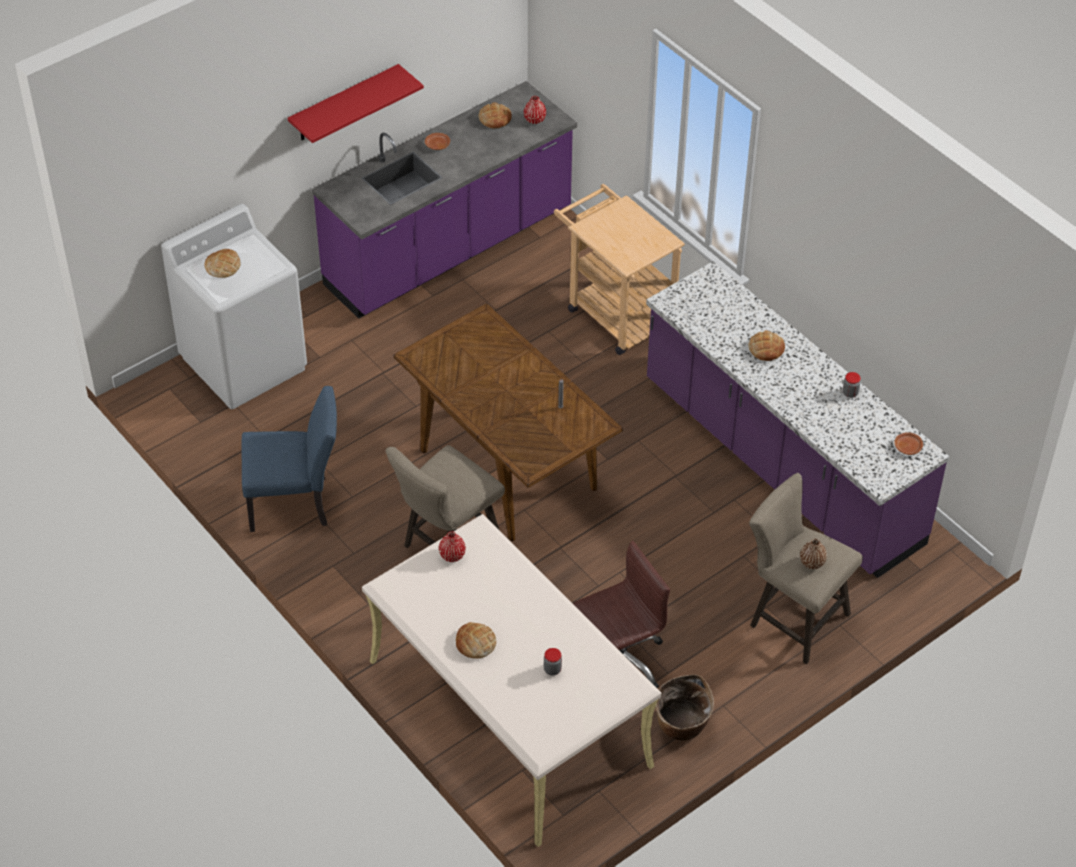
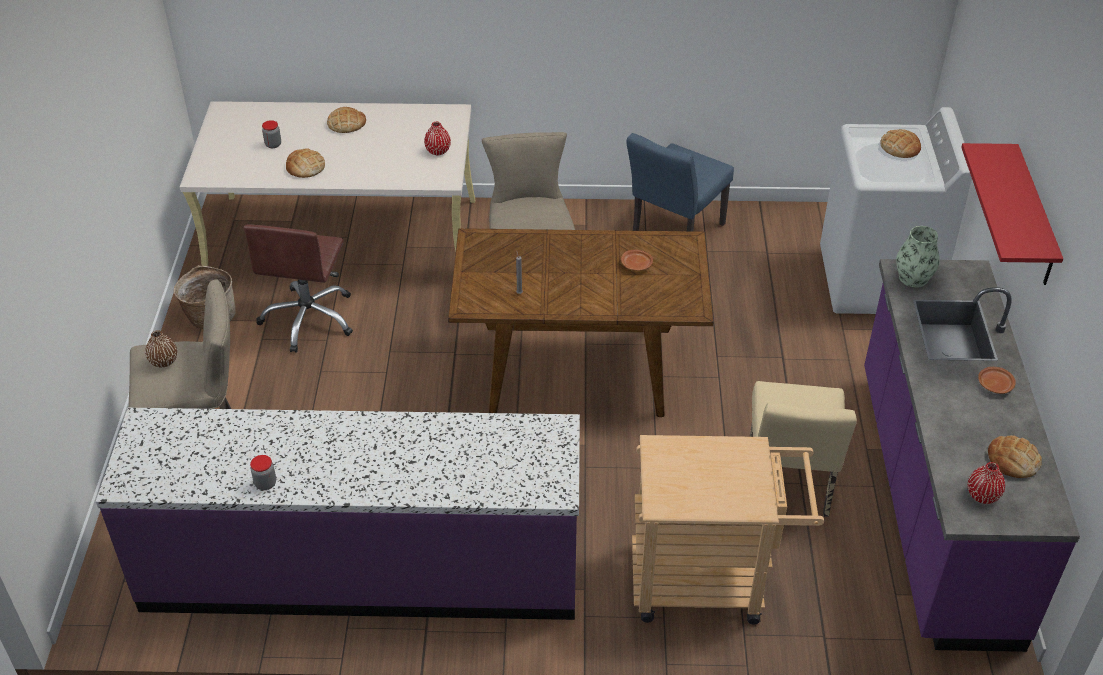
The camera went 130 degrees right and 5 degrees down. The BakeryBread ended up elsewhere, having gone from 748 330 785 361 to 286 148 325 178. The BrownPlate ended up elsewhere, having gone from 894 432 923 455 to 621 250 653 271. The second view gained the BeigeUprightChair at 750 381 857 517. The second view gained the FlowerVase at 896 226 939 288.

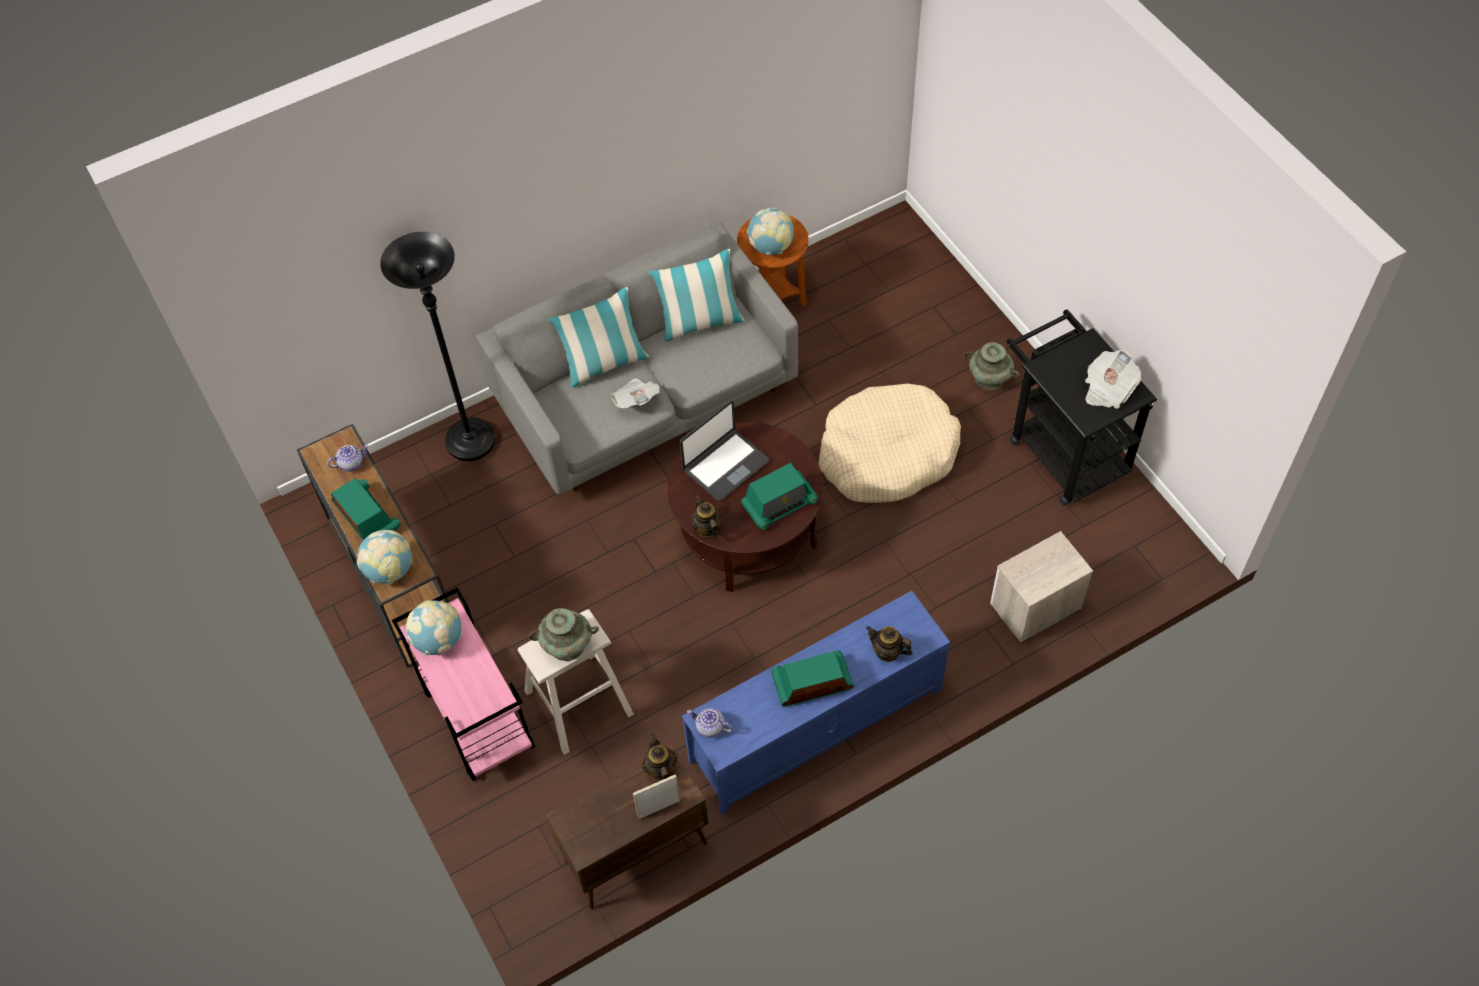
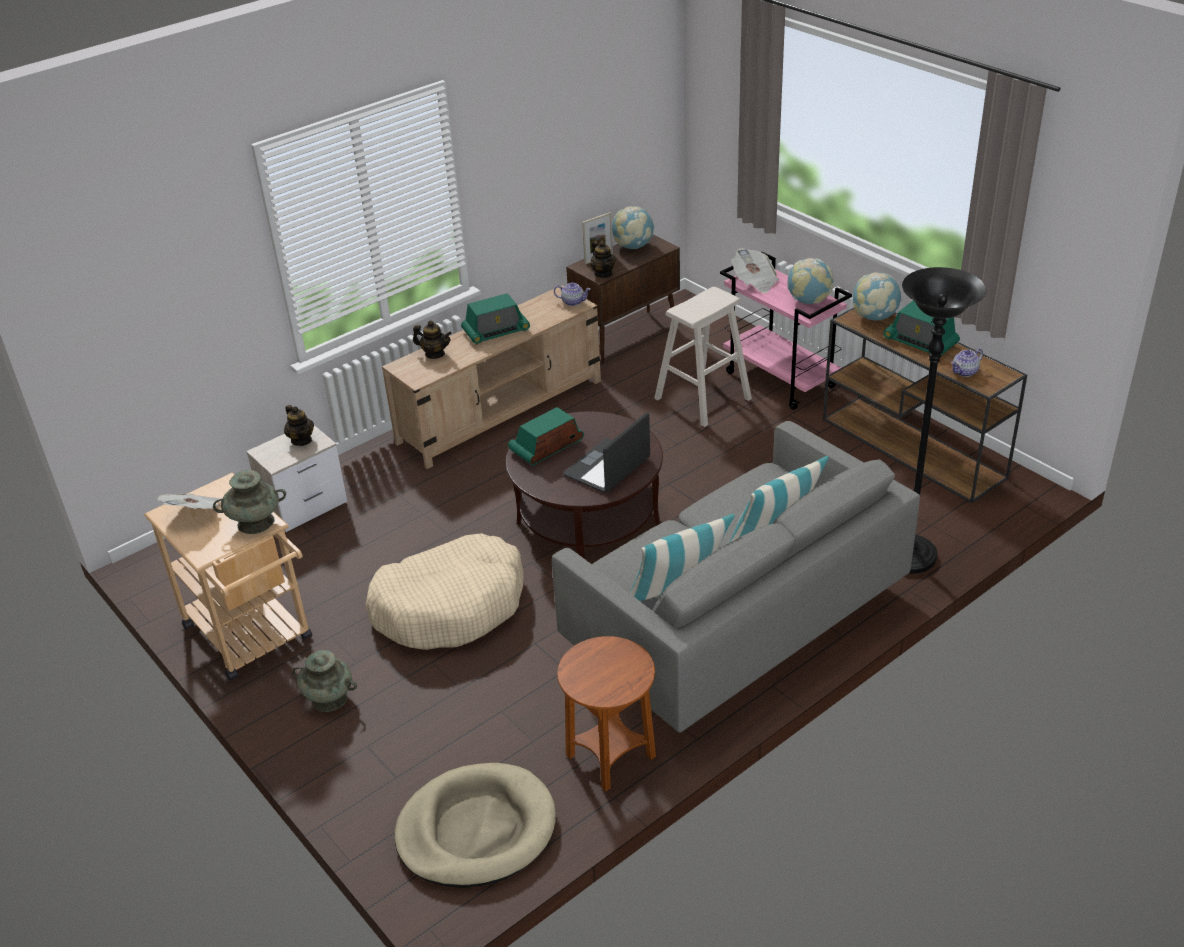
The camera went 170 degrees right and 20 degrees down. The TurquoiseColouredFlowerVase ended up elsewhere, having gone from 529 608 599 661 to 213 470 286 534. The Newspaper ended up elsewhere, having gone from 612 378 660 408 to 731 248 779 293. What was the BlueColouredMediaConsole at 682 591 950 815 turned into the BeigeMediaConsole at 382 285 601 469. The TeaPot ended up elsewhere, having gone from 691 494 722 539 to 284 405 314 446. The DeskGlobe ended up elsewhere, having gone from 747 208 794 255 to 612 206 654 249. What was the BlackishWheeledCart at 1007 309 1157 505 turned into the BeigeWheeledCart at 144 473 312 681. The second view gained the BeigePetBed at 395 763 556 888.

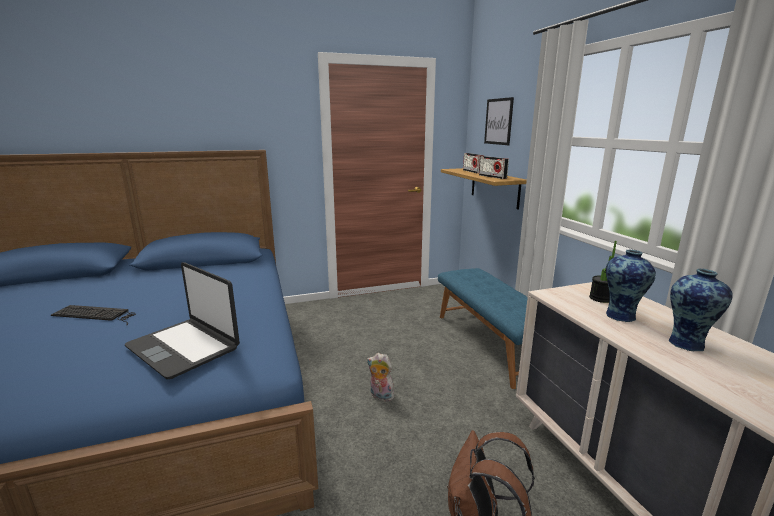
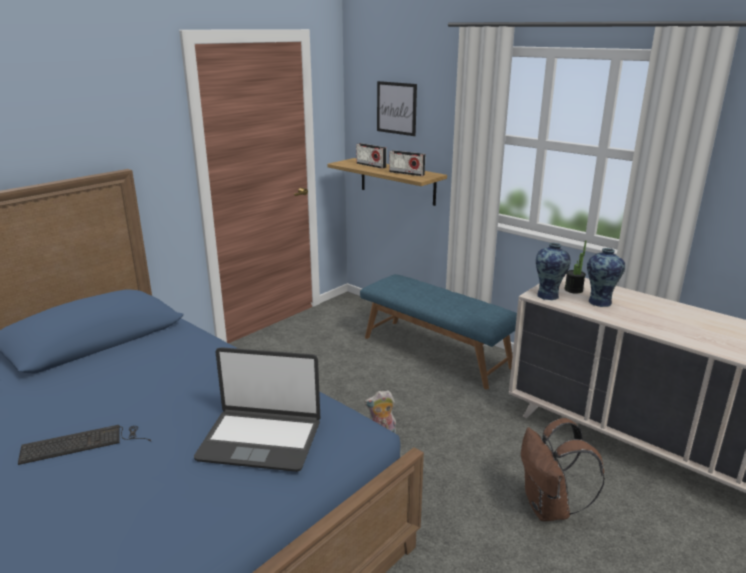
The camera went 30 degrees left and 5 degrees up. The FlowerVase ended up elsewhere, having gone from 669 269 733 351 to 536 243 571 301.

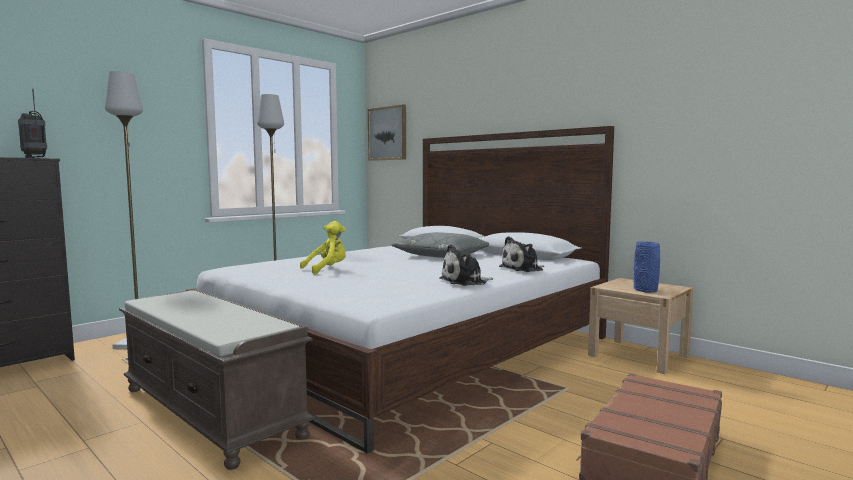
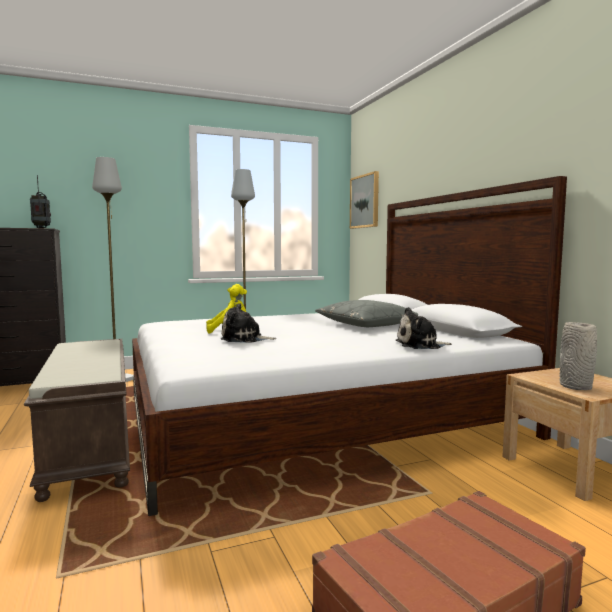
The camera went 25 degrees right and 0 degrees up. The CuddlyToy ended up elsewhere, having gone from 439 244 493 286 to 221 303 276 343. What was the BlueColouredFlowerVase at 634 241 660 293 turned into the GreyFlowerVase at 559 322 597 390.

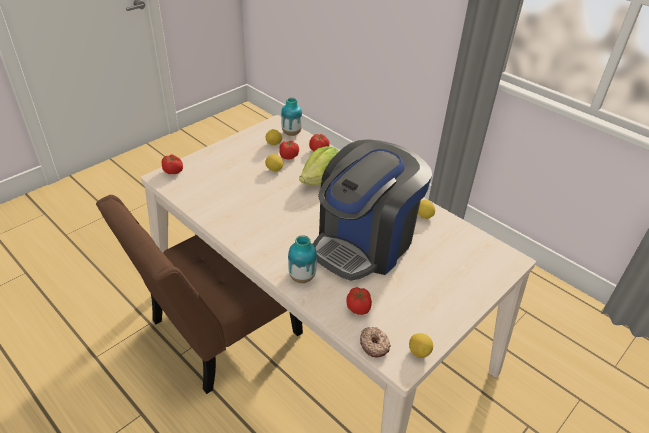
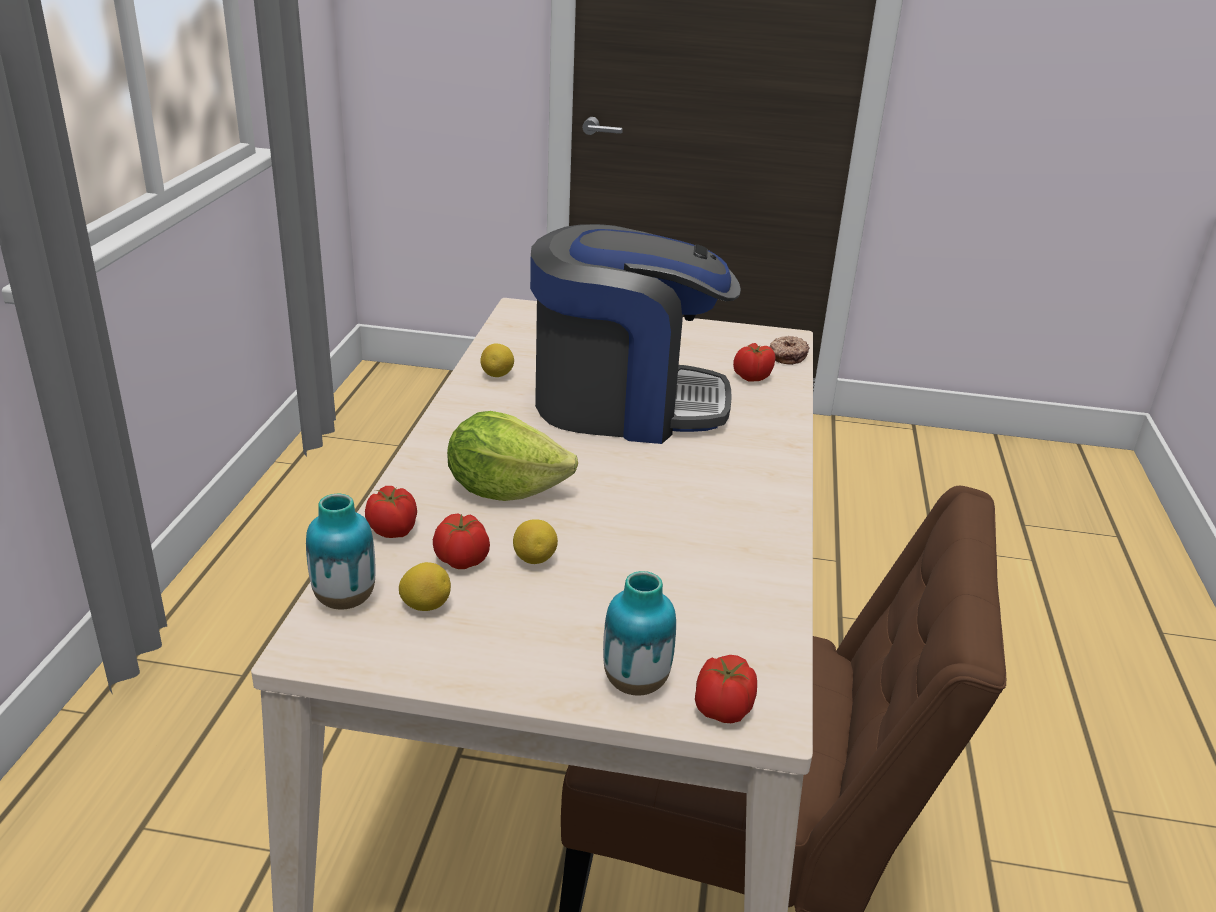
The camera went 125 degrees left and 10 degrees down. The FlowerVase ended up elsewhere, having gone from 288 235 317 283 to 603 571 676 695. The second view lost the WholeLemon at 409 333 433 358.

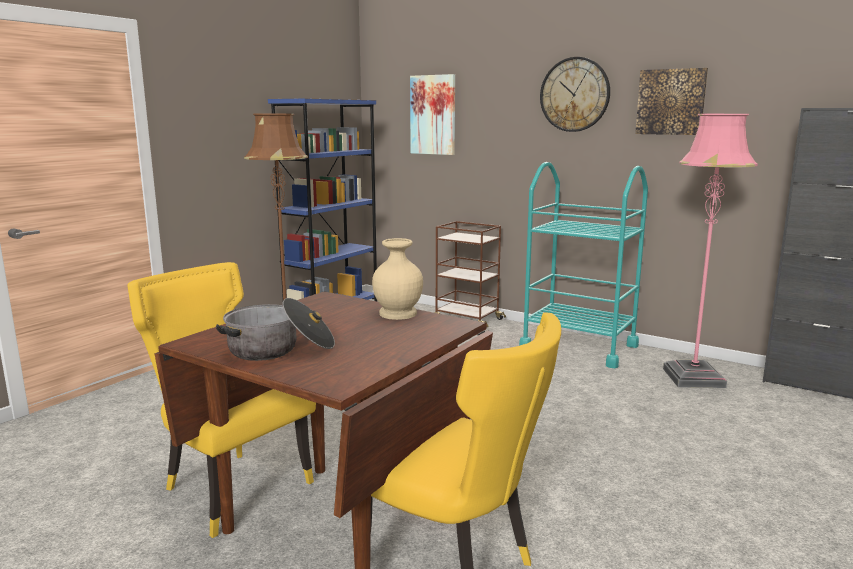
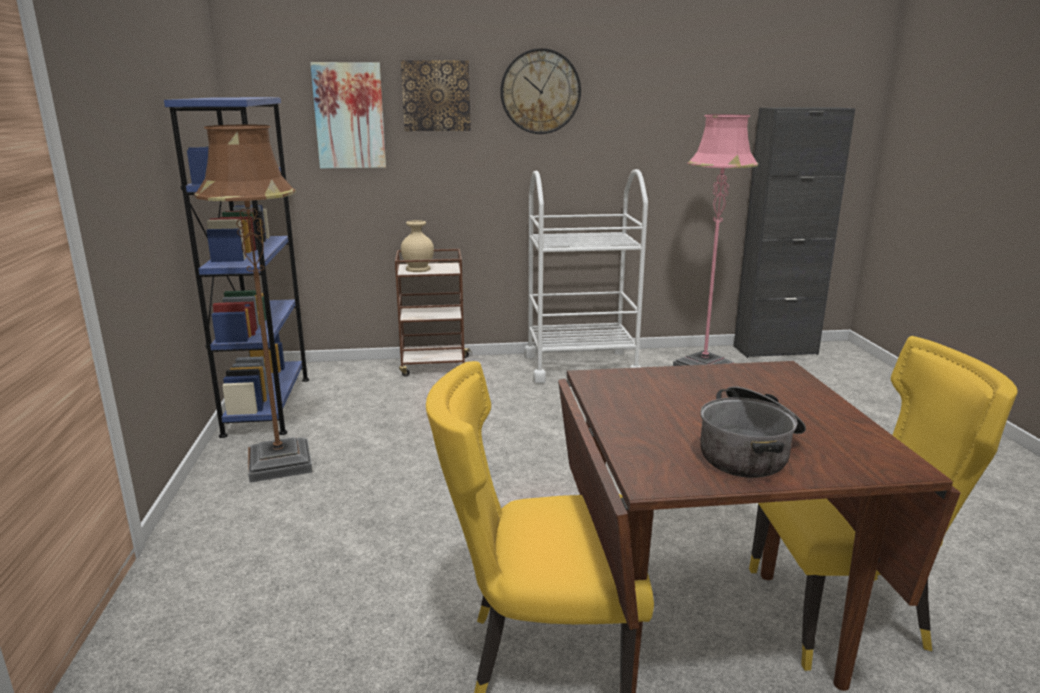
The camera went 40 degrees left and 5 degrees up. The BeigeFlowerVase ended up elsewhere, having gone from 372 238 423 320 to 401 220 434 272. What was the TurquoiseColouredWheeledCart at 519 162 648 368 turned into the WhiteWheeledCart at 524 169 648 384. The Picture ended up elsewhere, having gone from 635 68 708 135 to 401 60 471 131.

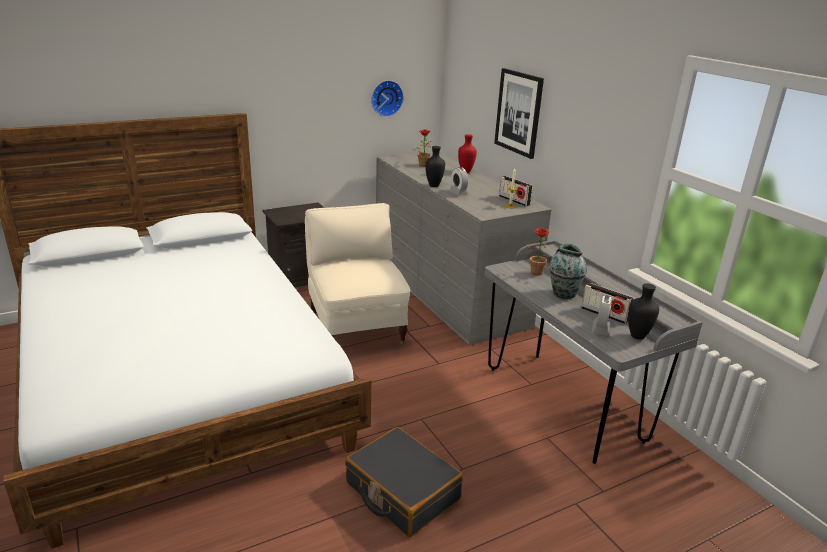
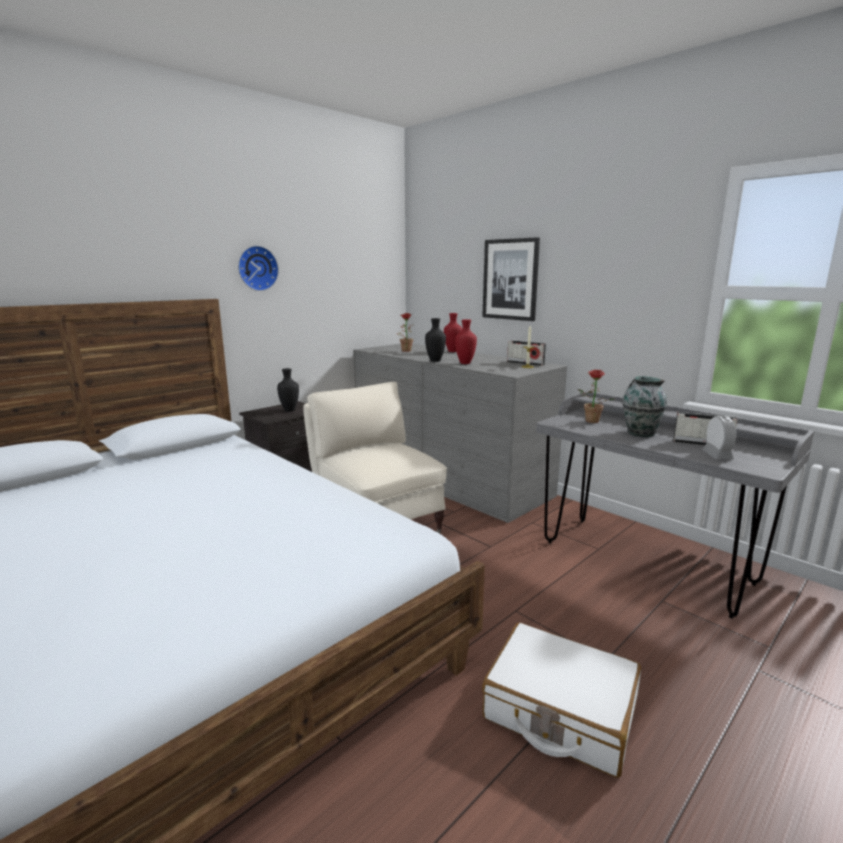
The camera went 15 degrees left and 10 degrees down. What was the BlackishPieceOfLuggage at 345 427 463 537 turned into the WhitePieceOfLuggage at 482 623 641 778. The WallClock ended up elsewhere, having gone from 371 80 404 117 to 238 245 279 291. Where the BedsideClock stood at 450 167 468 196, the ReddishFlowerVase came to stand at 455 319 477 364. The BlackishFlowerVase ended up elsewhere, having gone from 628 283 659 340 to 277 368 299 412.

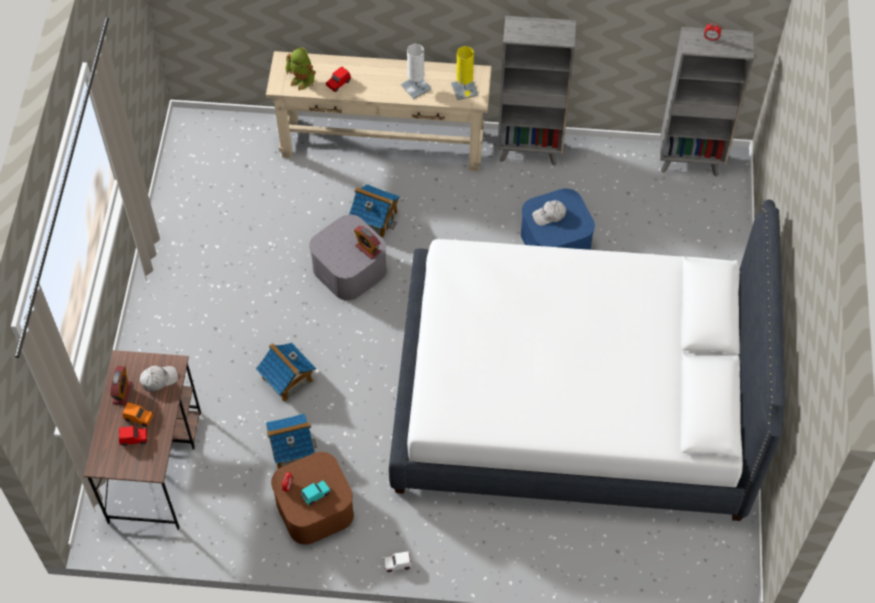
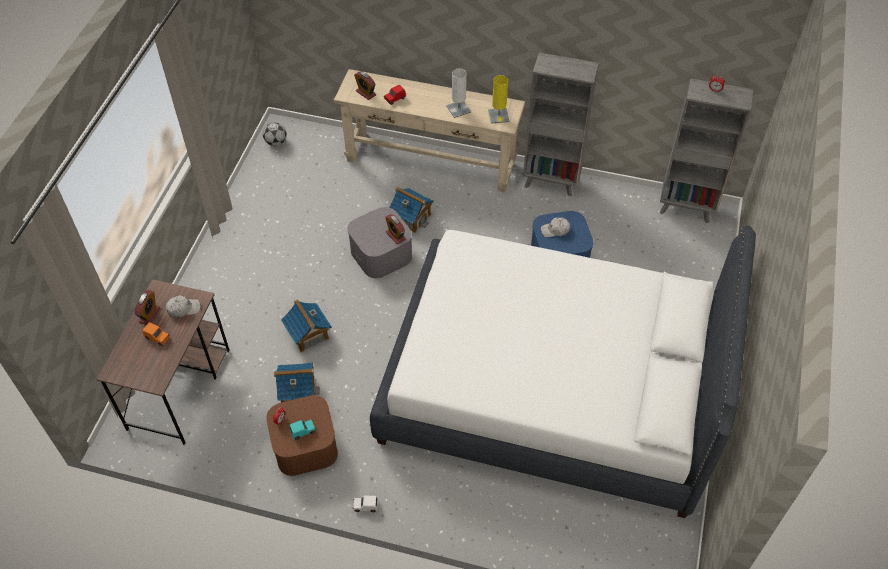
The camera went 10 degrees right and 5 degrees down. The second view lost the ReddishToyCar at 119 426 147 446. Where the RobotFigure stood at 285 47 316 91, the BedsideClock came to stand at 354 72 376 100. The second view gained the Football at 263 123 287 146.

